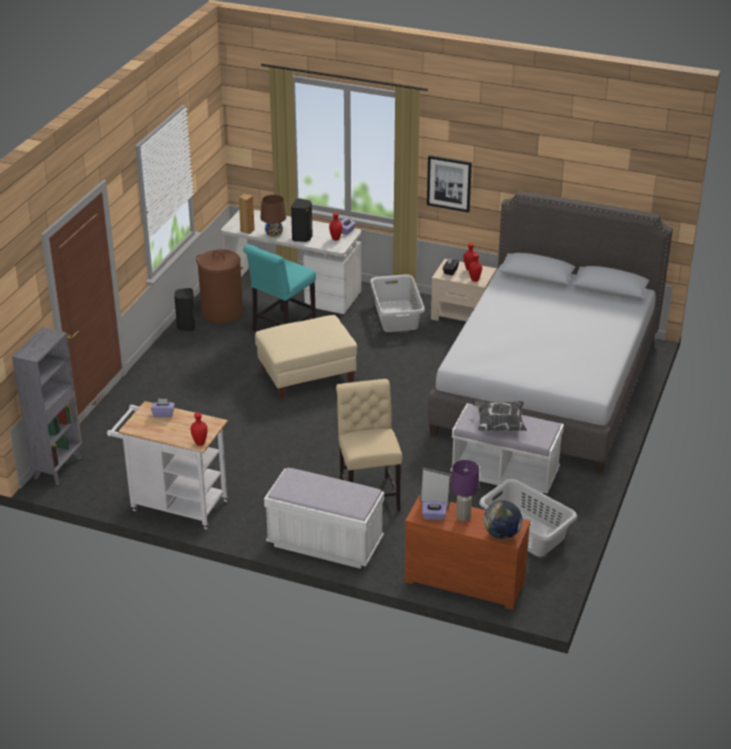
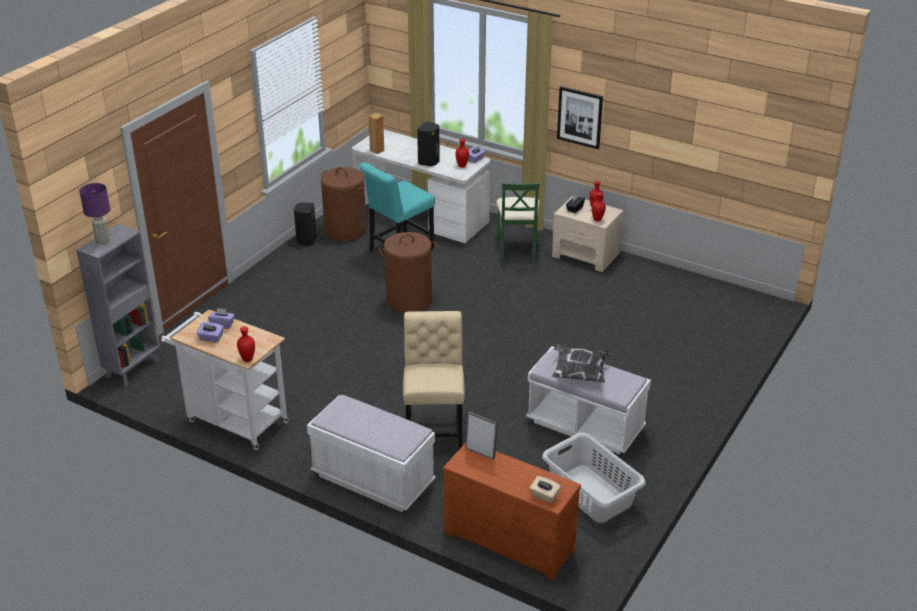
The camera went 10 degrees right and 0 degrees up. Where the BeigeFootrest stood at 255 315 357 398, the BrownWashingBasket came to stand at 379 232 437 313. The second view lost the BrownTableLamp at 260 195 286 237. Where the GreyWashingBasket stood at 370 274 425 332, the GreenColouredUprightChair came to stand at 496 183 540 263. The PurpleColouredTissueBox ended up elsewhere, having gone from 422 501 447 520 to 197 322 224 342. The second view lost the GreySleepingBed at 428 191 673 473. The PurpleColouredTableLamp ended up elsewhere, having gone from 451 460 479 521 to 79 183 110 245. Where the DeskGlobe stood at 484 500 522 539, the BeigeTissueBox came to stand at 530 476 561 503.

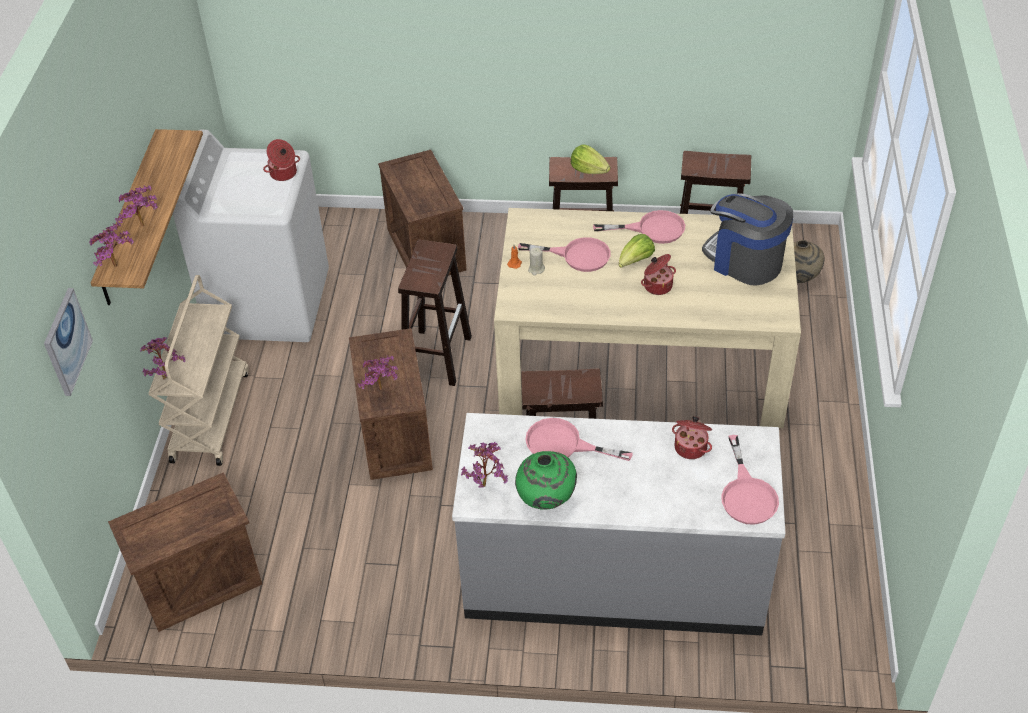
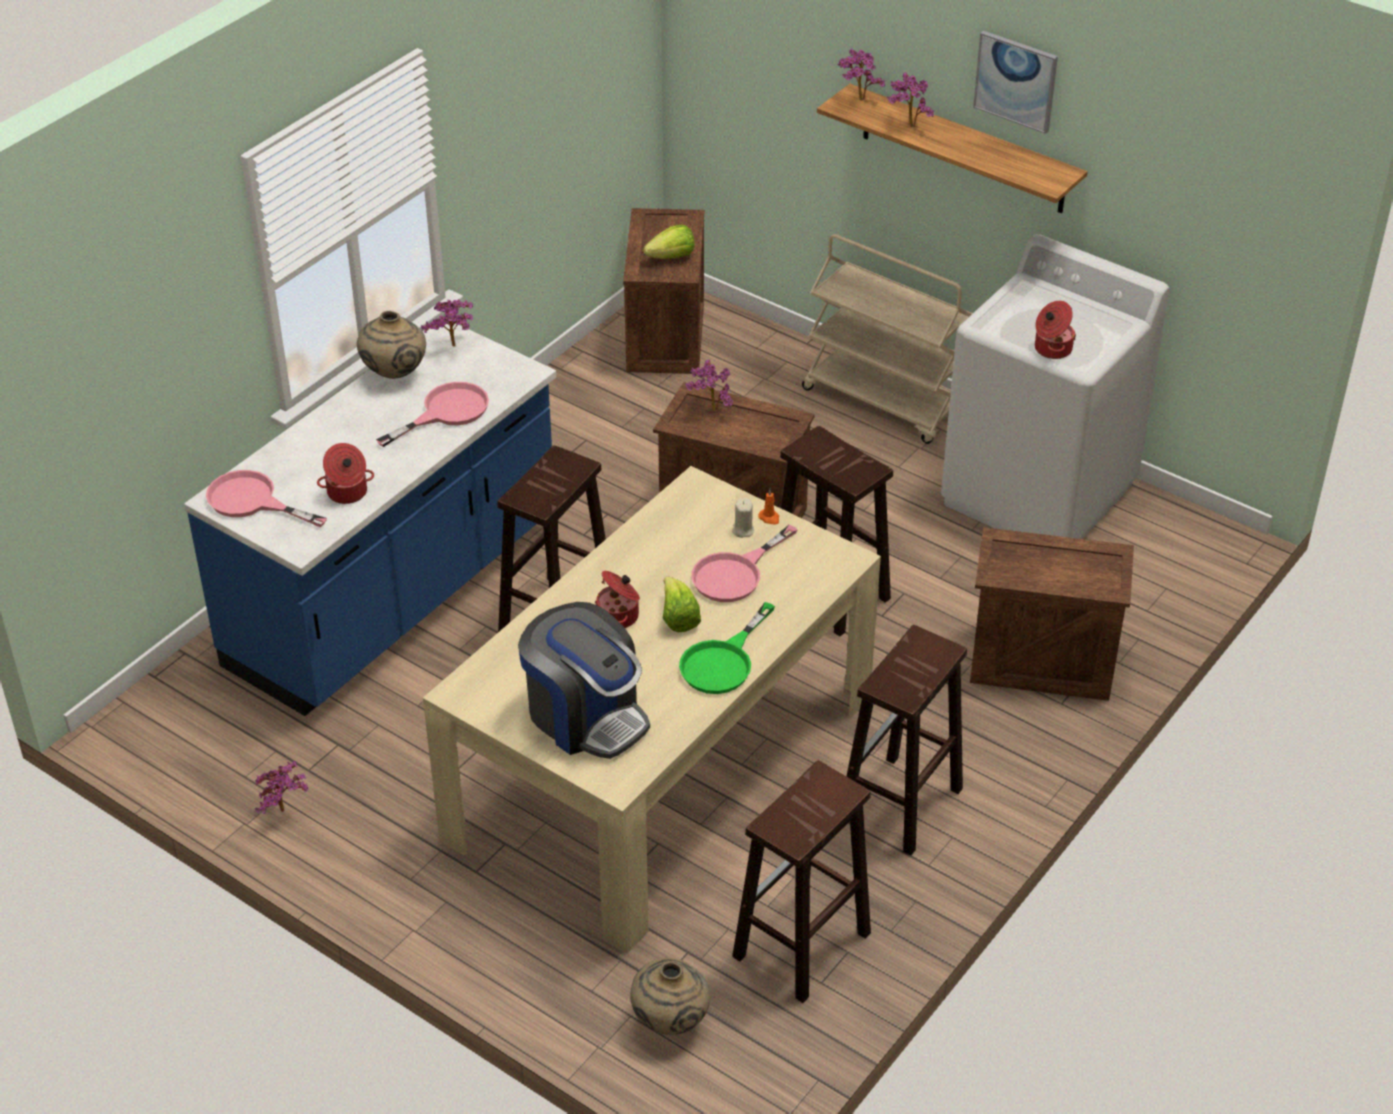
The camera went 120 degrees right and 5 degrees down. The Picture ended up elsewhere, having gone from 44 288 93 396 to 973 31 1058 134. The Houseplant ended up elsewhere, having gone from 140 337 186 380 to 255 761 308 814. What was the GreyCounter at 452 413 786 636 turned into the BlueColouredCounter at 184 323 556 716. What was the GreenColouredFlowerVase at 515 451 577 510 turned into the BeigeFlowerVase at 357 311 426 379. The Lettuce ended up elsewhere, having gone from 571 144 610 174 to 644 225 694 259. What was the PinkishSkillet at 593 210 685 244 turned into the GreenColouredSkillet at 679 602 775 694. The CoffeeBrewer at 702 193 794 286 ended up facing another way, 60 degrees clockwise from before.

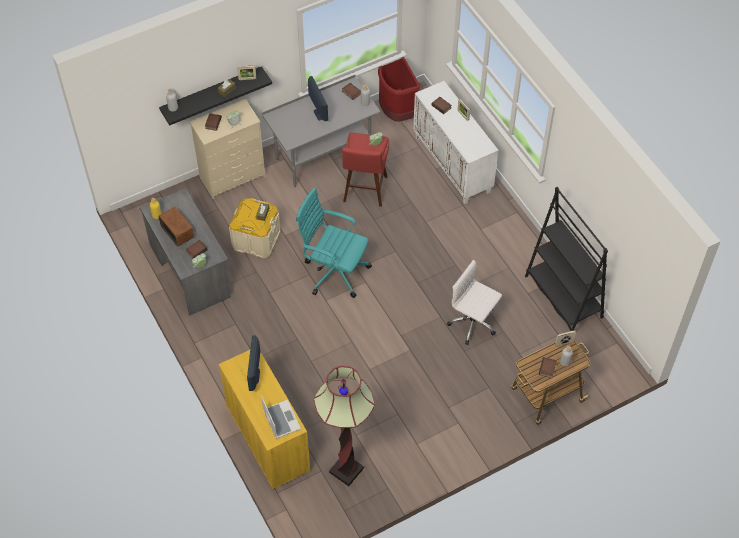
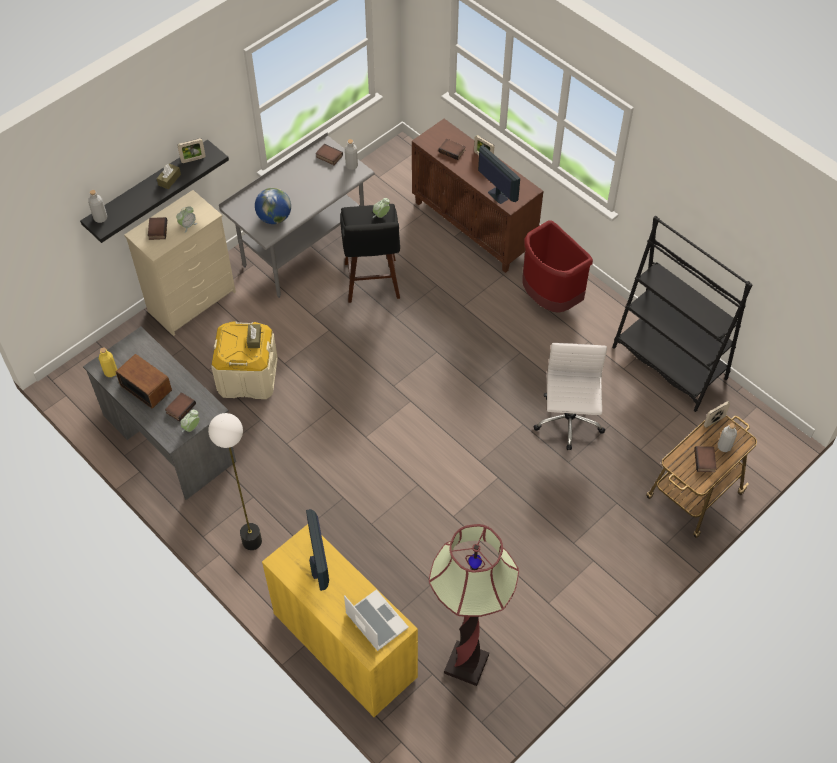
The camera went 15 degrees left and 0 degrees up. The second view lost the TurquoiseColouredComputerChair at 296 187 372 298. The ComputerScreen ended up elsewhere, having gone from 308 76 328 121 to 478 145 520 204. What was the ReddishStool at 342 133 389 207 turned into the BlackishStool at 340 204 400 303. The ReddishRubbishBin ended up elsewhere, having gone from 378 57 420 122 to 522 220 593 313. What was the WhiteCabinet at 413 81 499 204 turned into the BrownCabinet at 412 119 543 273. The WhiteComputerChair at 447 260 502 345 ended up facing another way, 75 degrees clockwise from before. The second view gained the StandardLamp at 208 413 262 550. The second view gained the DeskGlobe at 255 188 291 224.

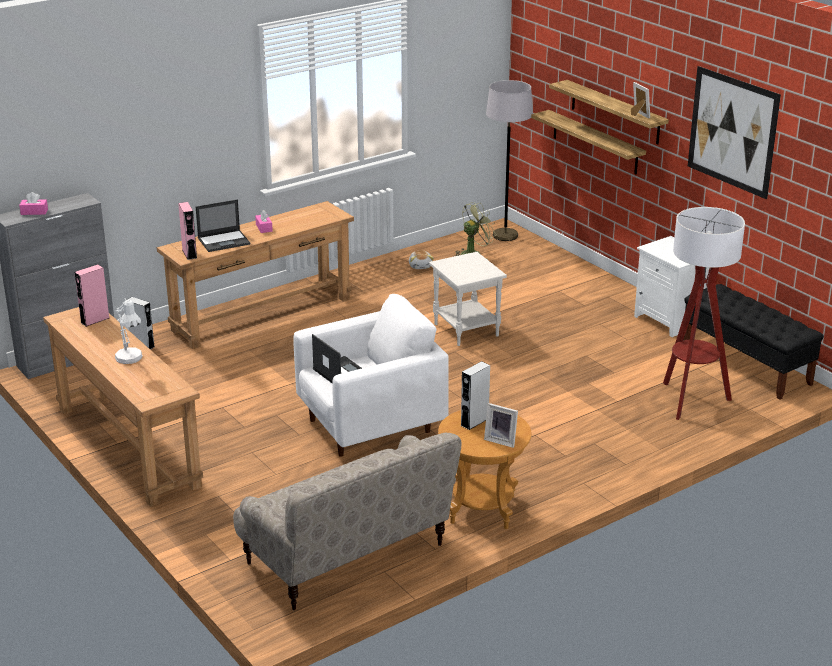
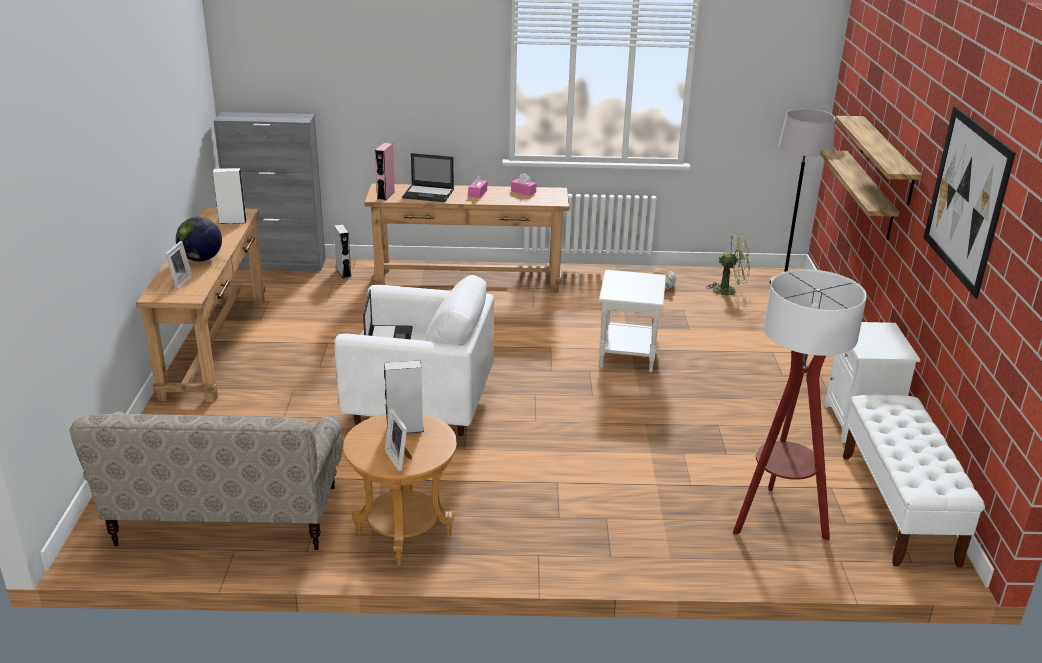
The camera went 35 degrees right and 0 degrees up. The PinkishTissueBox ended up elsewhere, having gone from 19 192 48 215 to 511 173 536 196. What was the PinkishLoudspeaker at 75 264 109 327 turned into the WhiteLoudspeaker at 212 168 247 224. Where the WhiteTableLamp stood at 115 298 143 364, the DeskGlobe came to stand at 176 217 222 261. The StandingFrame ended up elsewhere, having gone from 631 82 650 119 to 165 241 192 290. What was the BlackishLongSeat at 684 284 824 400 turned into the WhiteLongSeat at 843 394 985 567.

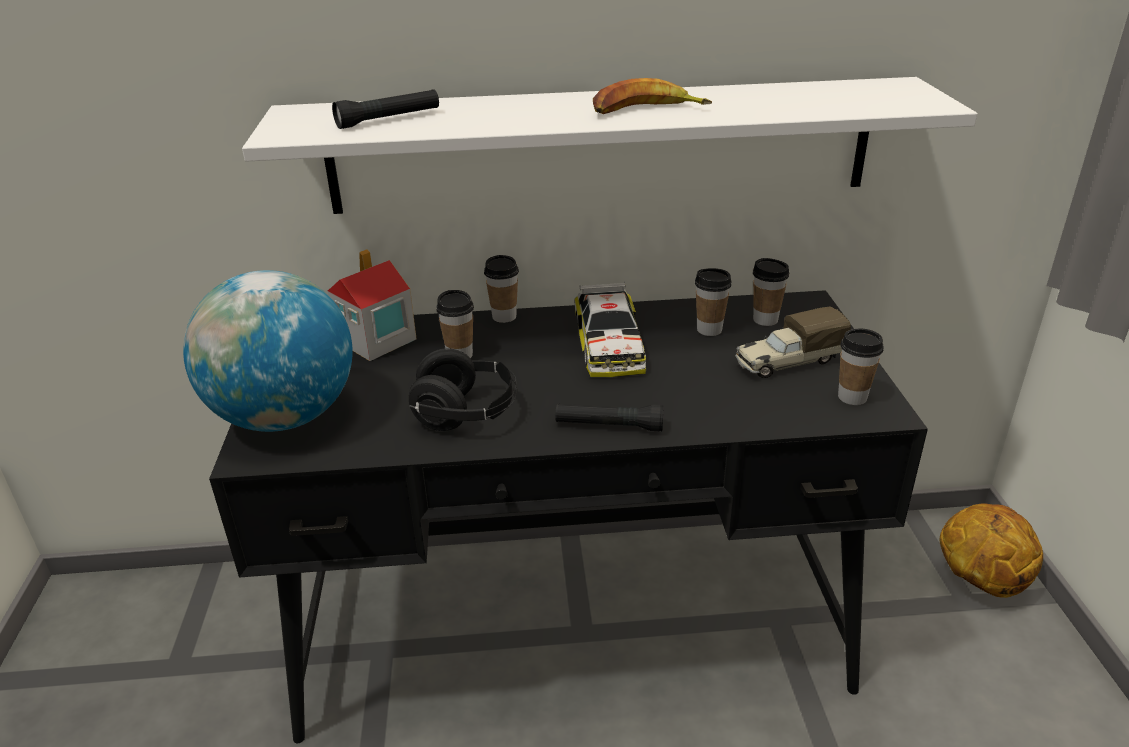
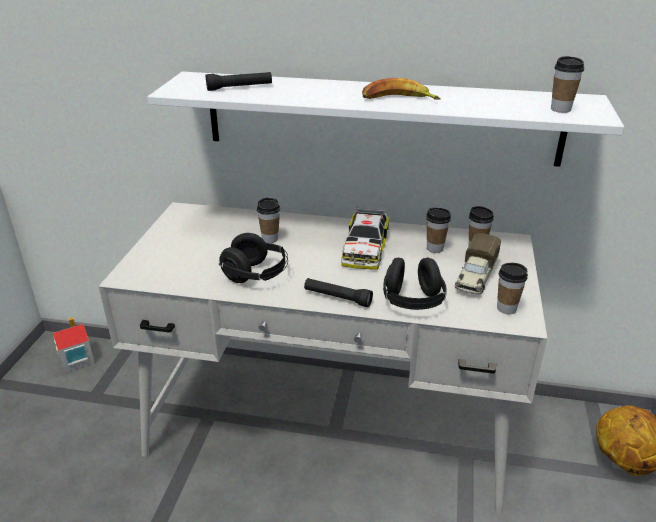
The camera went 15 degrees right and 0 degrees up. The second view lost the DeskGlobe at 183 270 352 432. What was the BlackishDesk at 209 290 928 744 turned into the WhiteDesk at 98 202 547 514. The MiniatureHouse ended up elsewhere, having gone from 327 249 417 361 to 53 317 95 373. The SmallCup ended up elsewhere, having gone from 484 255 519 323 to 551 56 584 113. The ModelTruck at 735 306 851 378 ended up facing another way, 60 degrees counterclockwise from before. The second view gained the BlackishPairOfHeadphones at 383 257 447 310.

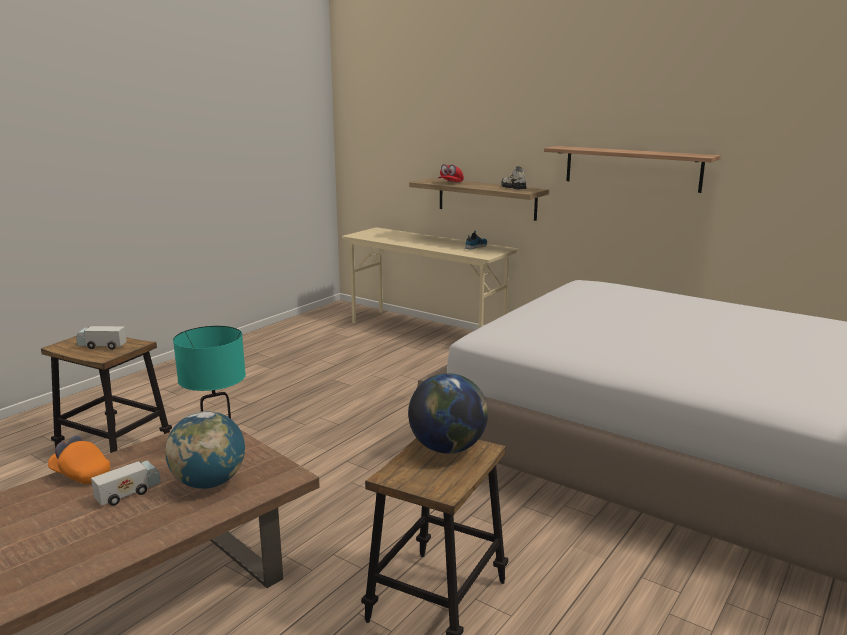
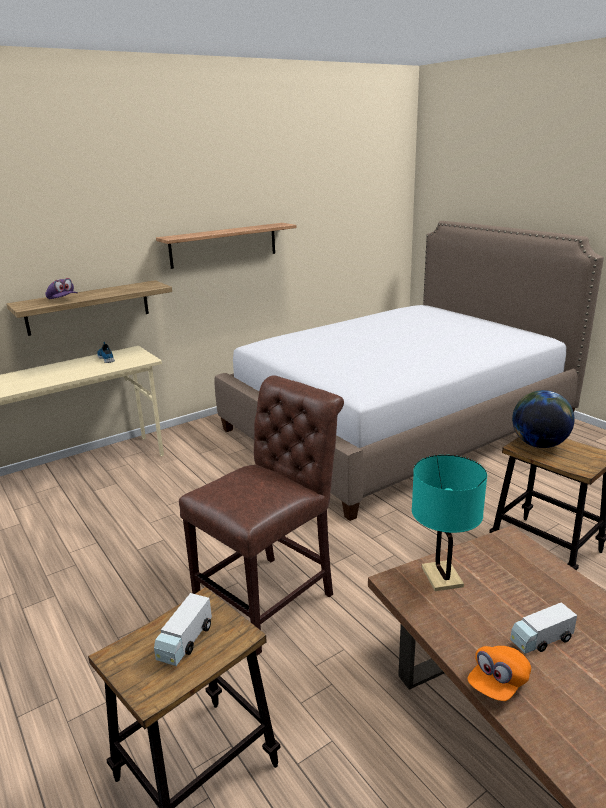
The camera went 70 degrees left and 5 degrees up. The ModelTruck at 91 461 161 506 ended up facing another way, 90 degrees counterclockwise from before. The second view lost the DeskGlobe at 165 411 245 489. What was the ReddishPeakedCap at 438 164 464 182 turned into the PurpleColouredPeakedCap at 45 278 78 299. The second view lost the LowShoe at 501 166 527 190. The second view gained the BrownUprightChair at 179 375 344 656.

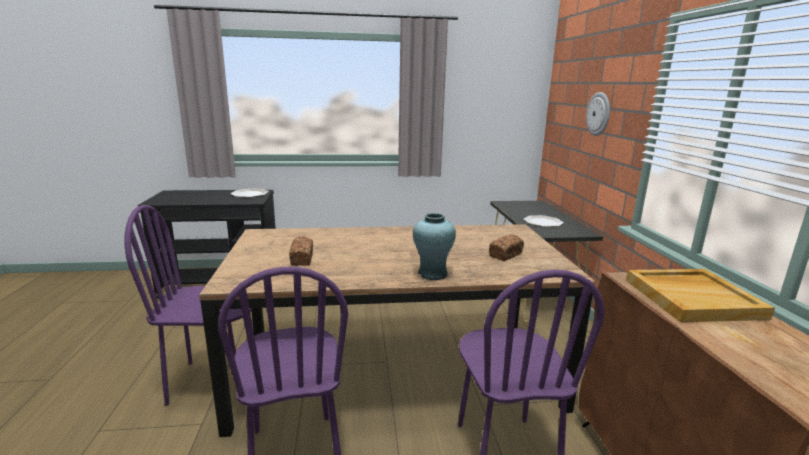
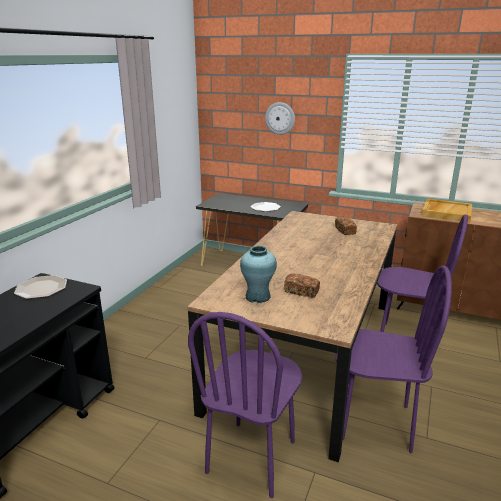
The camera went 60 degrees left and 5 degrees up. The TurquoiseColouredFlowerVase ended up elsewhere, having gone from 413 213 456 280 to 240 246 277 303.

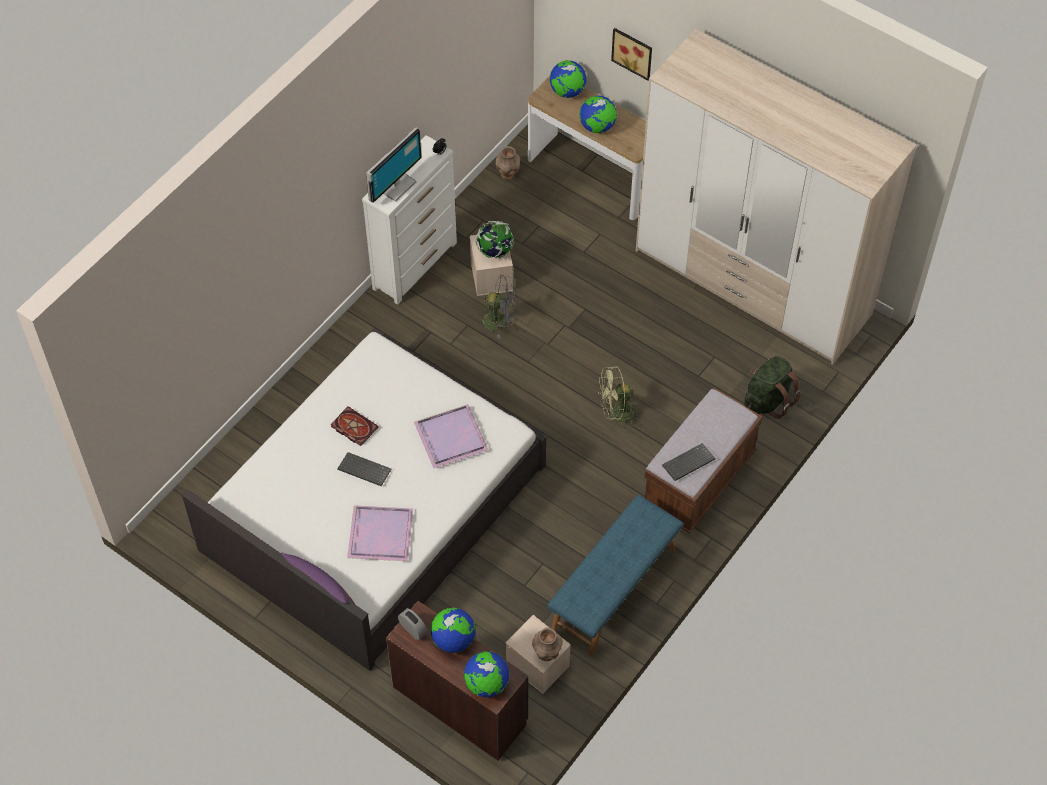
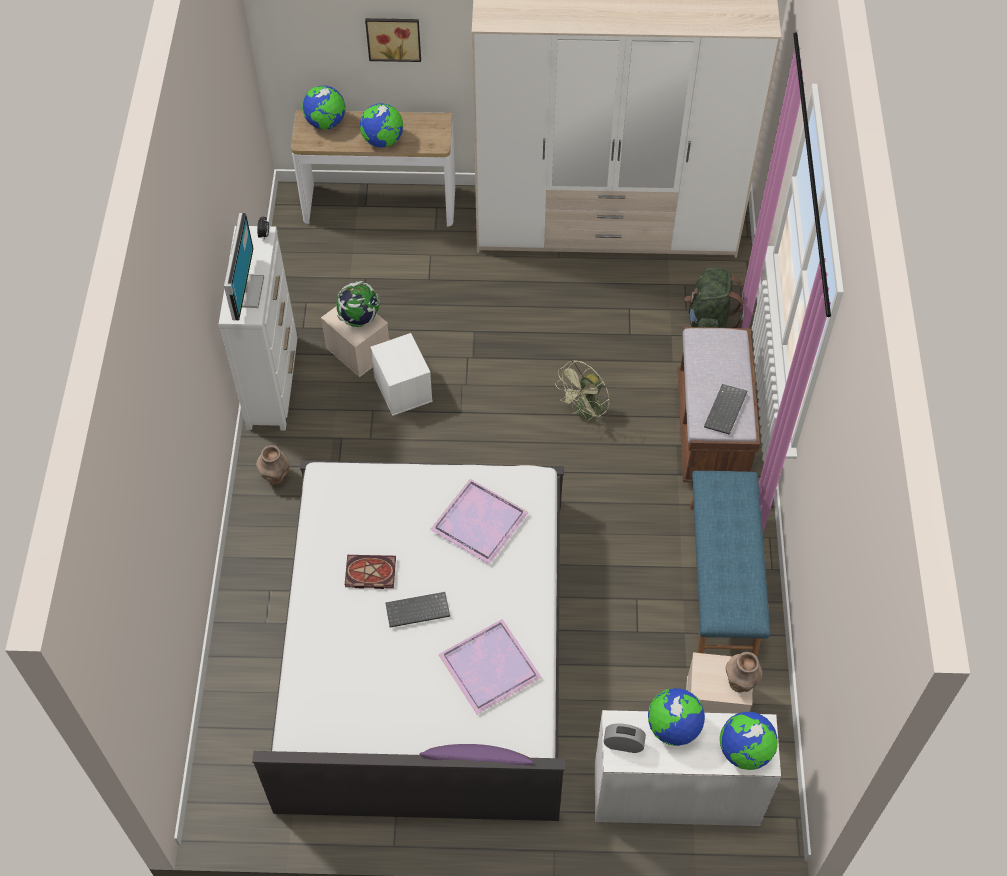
The camera went 35 degrees left and 0 degrees up. What was the BrownDesk at 386 601 528 761 turned into the WhiteDesk at 595 710 781 826. Where the GreyCoolingFan stood at 477 275 518 339, the WhiteStorageContainer came to stand at 370 333 433 416. The BrownFlowerVase ended up elsewhere, having gone from 496 146 520 180 to 256 445 290 485.

